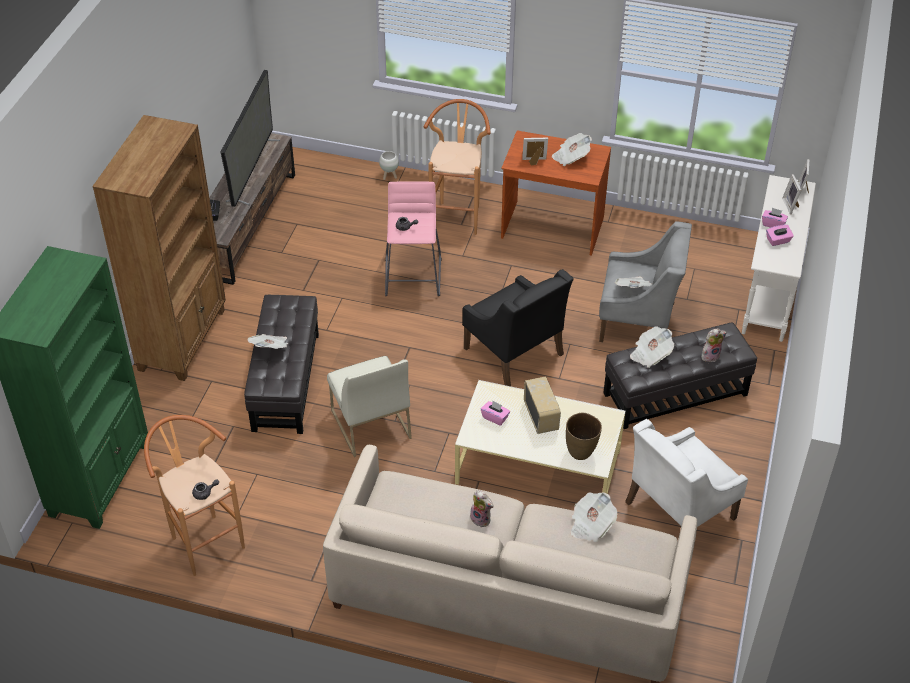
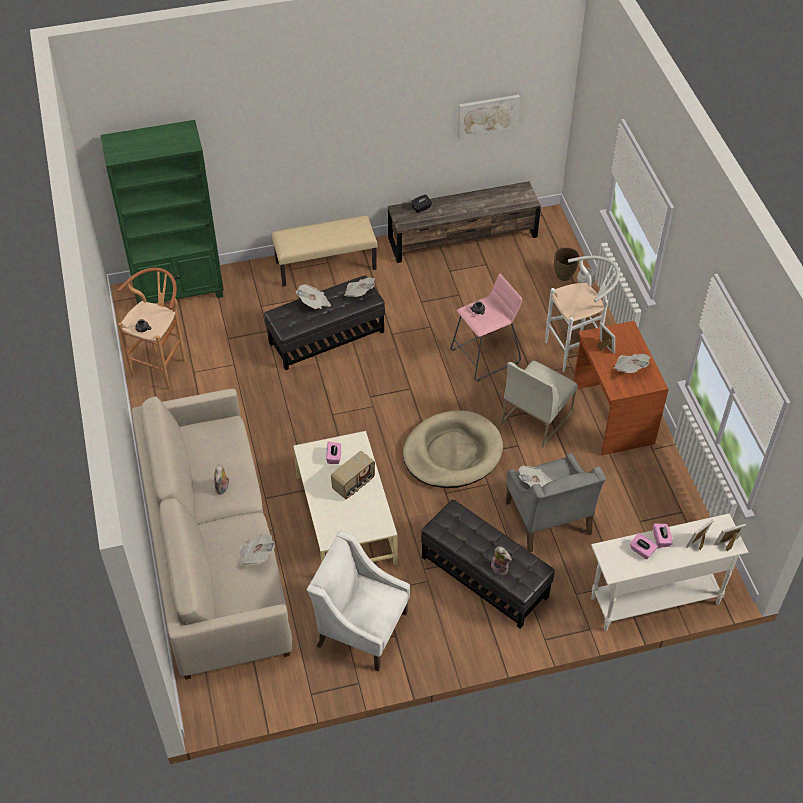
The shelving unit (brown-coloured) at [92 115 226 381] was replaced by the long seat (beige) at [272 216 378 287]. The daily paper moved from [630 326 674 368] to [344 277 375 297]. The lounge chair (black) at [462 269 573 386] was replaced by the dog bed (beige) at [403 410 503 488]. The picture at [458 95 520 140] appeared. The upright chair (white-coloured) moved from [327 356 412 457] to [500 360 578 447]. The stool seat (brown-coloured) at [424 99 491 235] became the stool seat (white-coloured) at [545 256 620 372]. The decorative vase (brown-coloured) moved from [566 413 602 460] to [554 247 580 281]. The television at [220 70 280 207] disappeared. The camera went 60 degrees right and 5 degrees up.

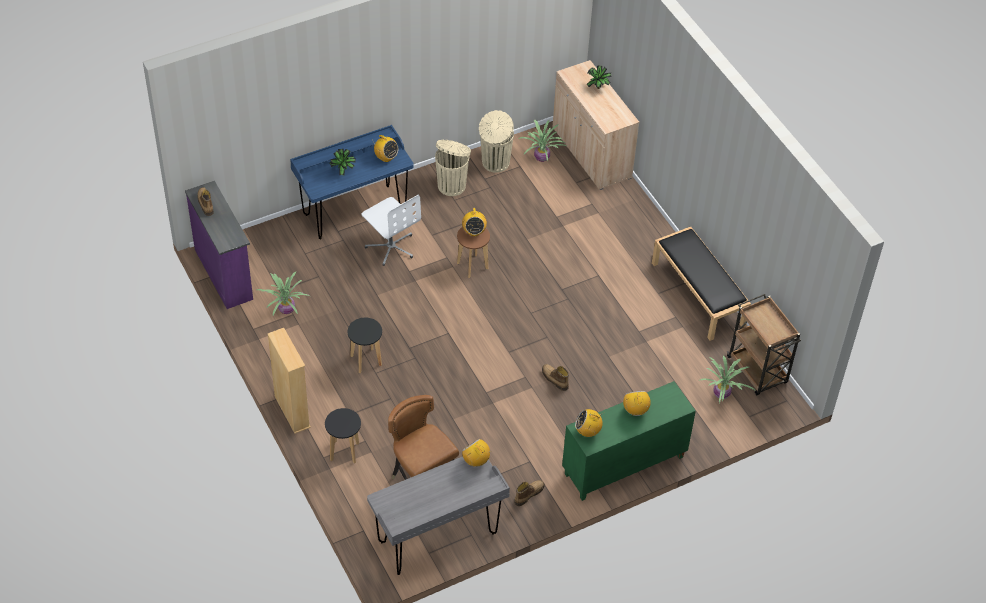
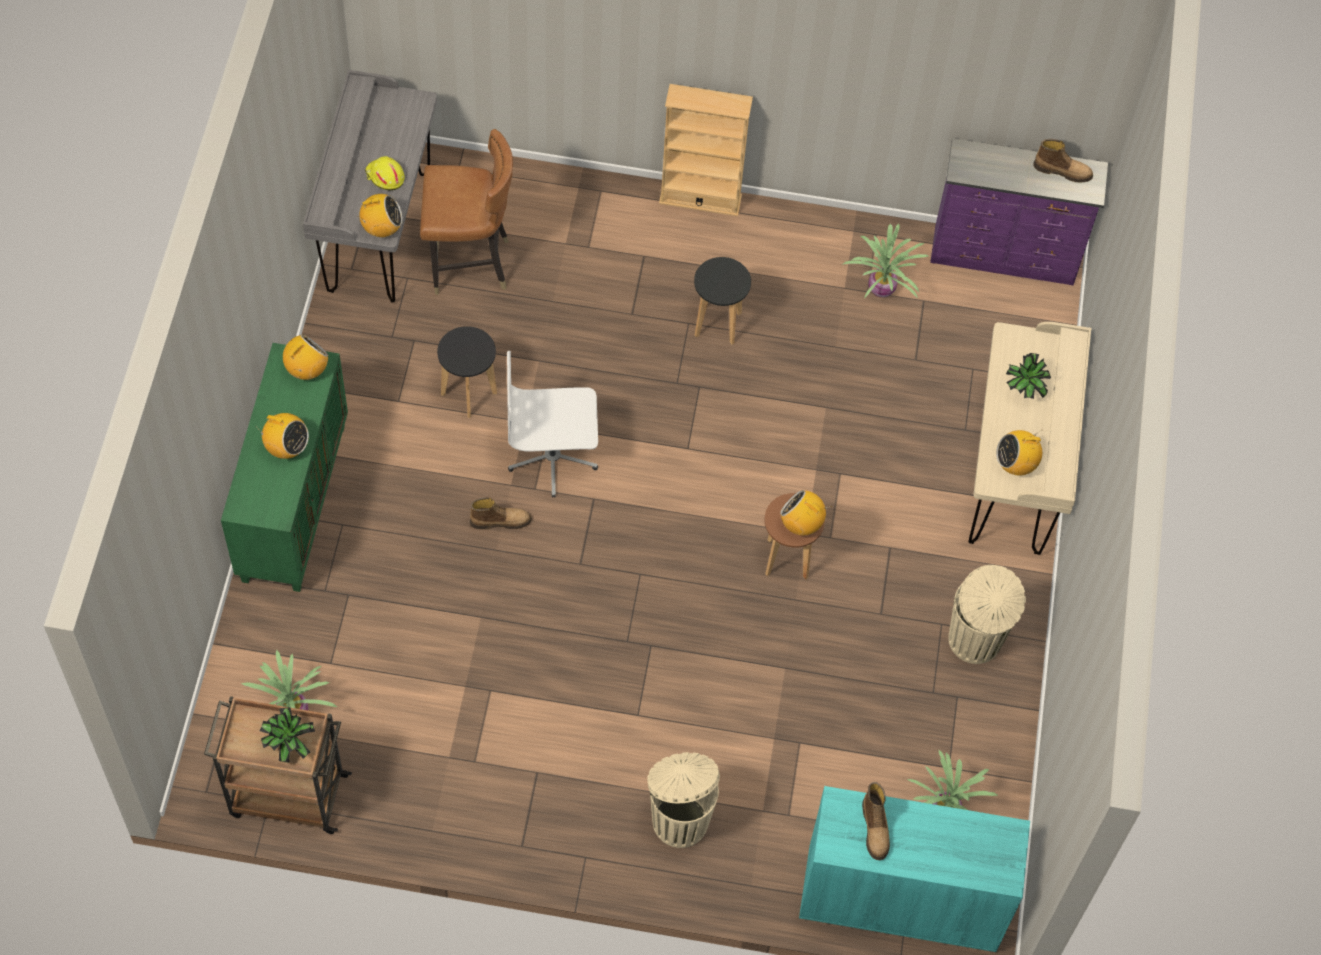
The plant in a pot moved from [587 65 611 89] to [260 707 315 763]. The work helmet (yellow-coloured) at [365 156 405 190] appeared. The stool seat (black) moved from [325 408 361 464] to [437 326 497 418]. The desk chair (white-coloured) moved from [361 195 421 266] to [507 351 598 498]. The trash can (beige) moved from [479 110 514 173] to [647 752 720 848]. The cabinet (beige) at [553 60 639 190] became the cabinet (blue-green) at [799 786 1030 952]. The high-top boot moved from [514 480 545 506] to [862 782 890 860]. The desk unit (blue-coloured) at [290 125 414 239] became the desk unit (beige) at [968 322 1091 555]. The long seat (black) at [652 227 751 341] disappeared. The camera went 125 degrees right and 10 degrees up.

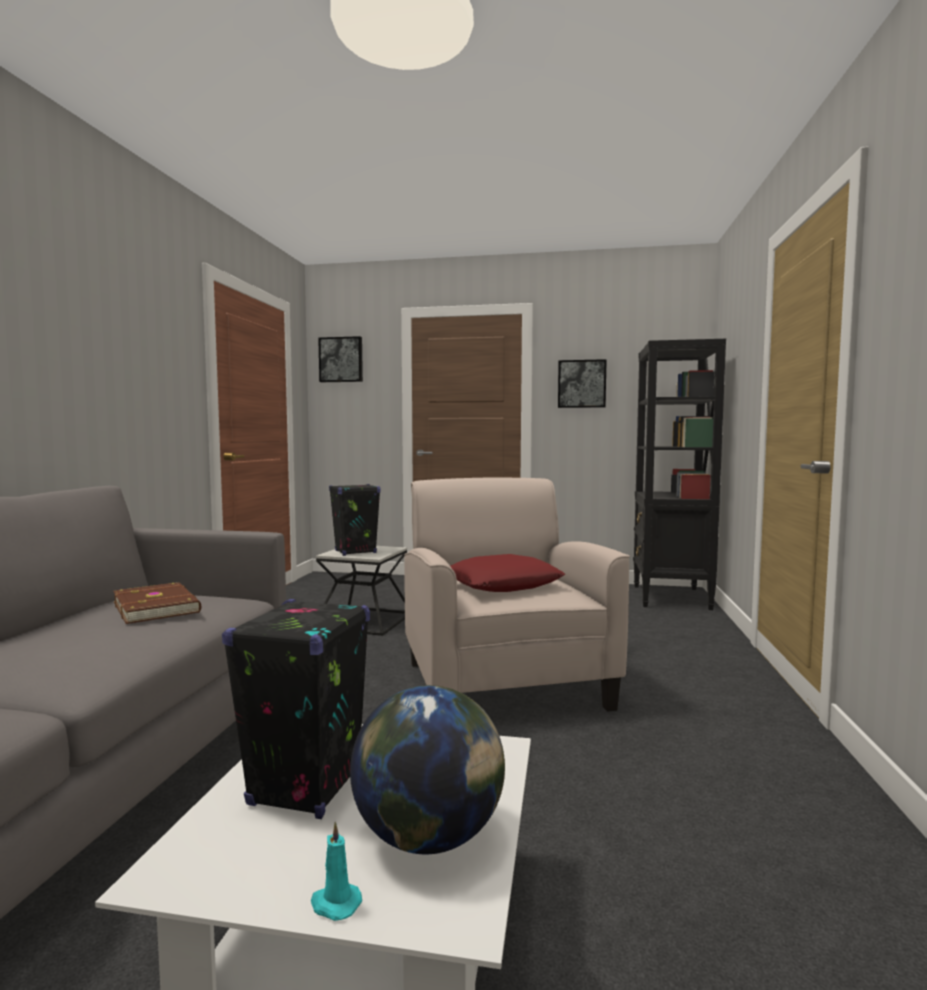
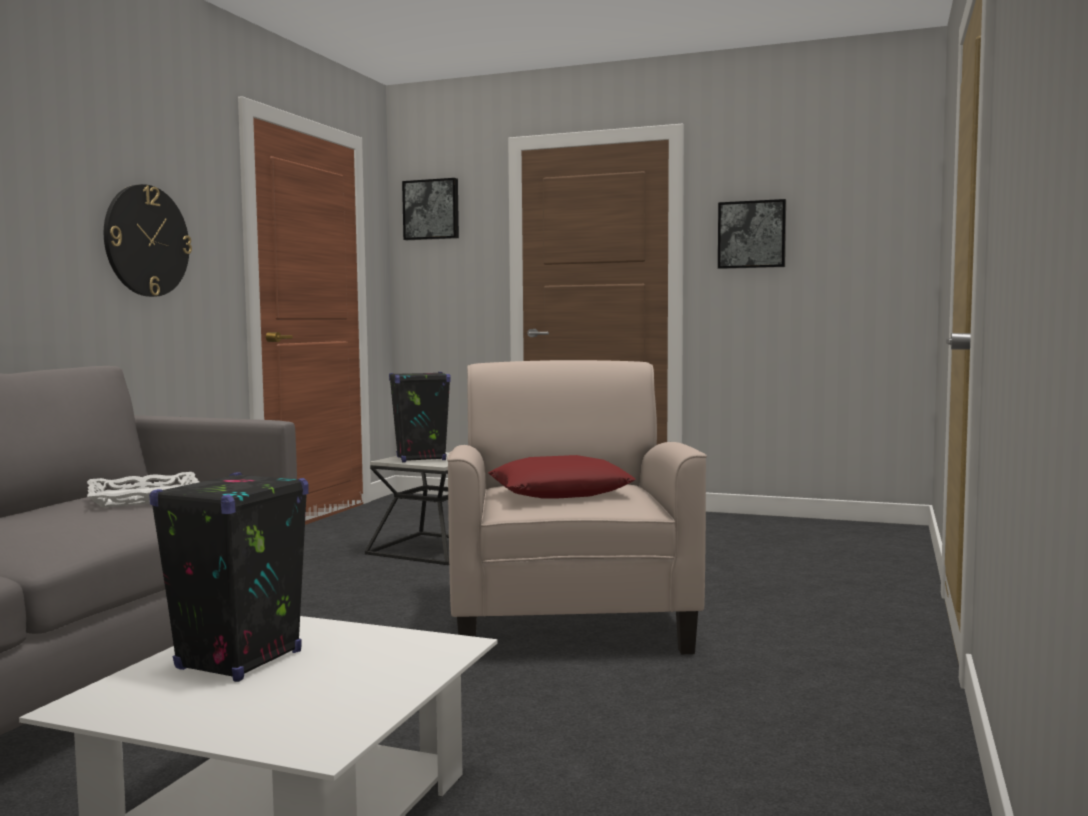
The bound book (brown-coloured) at [113 582 201 624] was replaced by the serving tray (white-coloured) at [87 472 199 508]. The hanging clock at [104 184 192 297] appeared. The wax light (blue-green) at [311 822 362 921] disappeared. The globe at [350 685 505 854] disappeared. The shelving unit (black) at [633 339 726 610] disappeared. The camera went 10 degrees right and 0 degrees up.

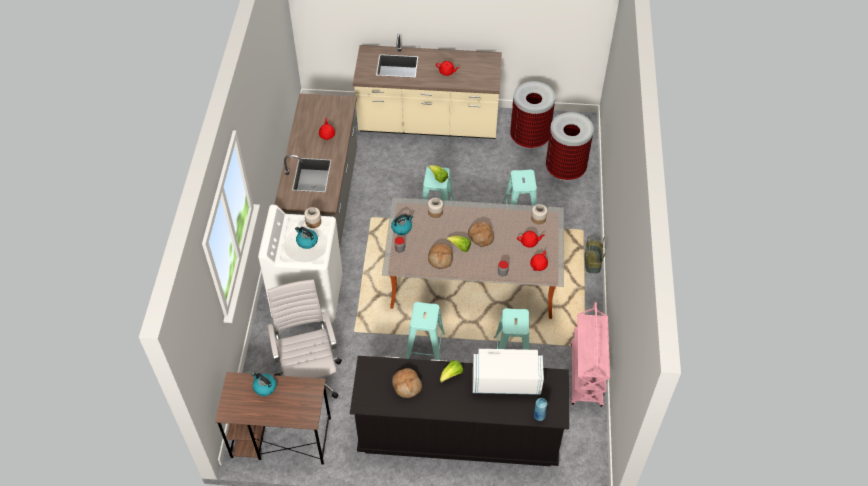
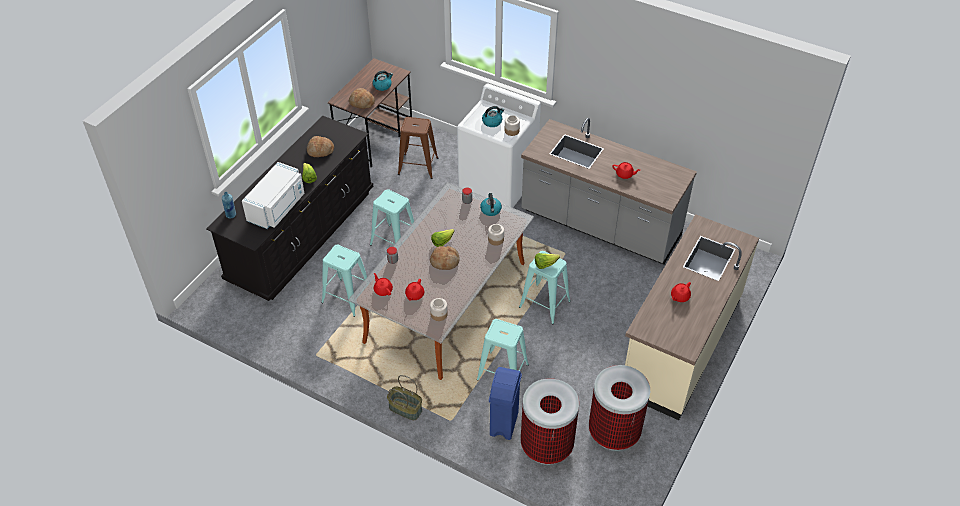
The bakery bread moved from [428 243 453 269] to [349 88 375 109]. The desk chair (white-coloured) at [267 279 342 398] was replaced by the stool seat (brown-coloured) at [398 117 438 179]. The trash can (blue-coloured) at [489 367 522 440] appeared. The wheeled cart (pink-coloured) at [571 302 610 407] disappeared. The camera went 115 degrees right and 5 degrees down.

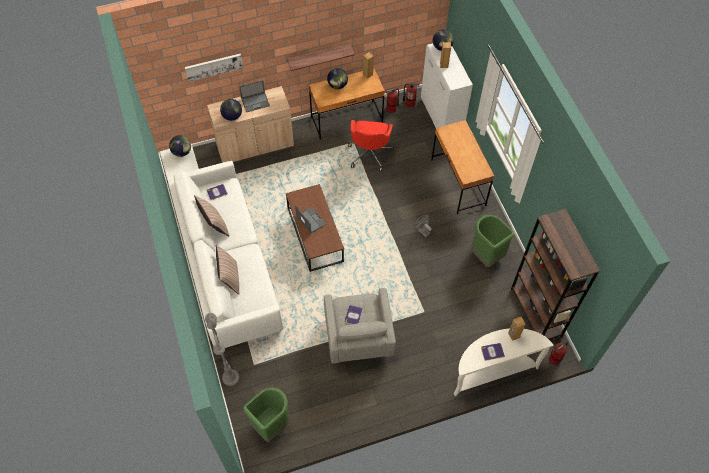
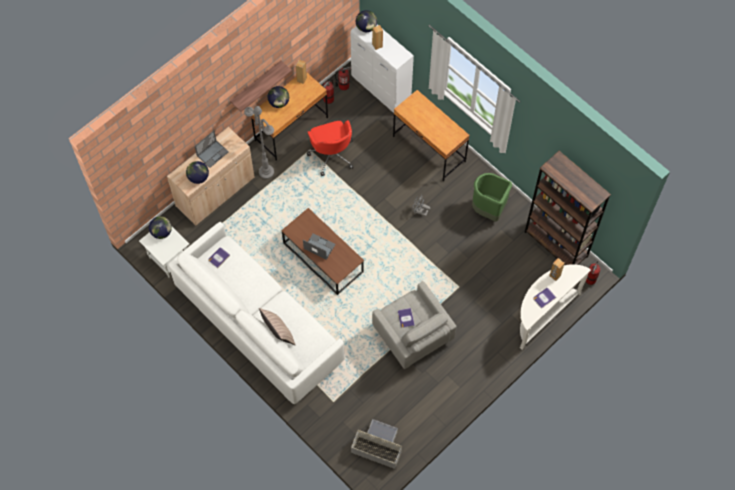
The standard lamp (grey) moved from [205 313 239 386] to [244 106 274 179]. The trash can (green) at [243 388 289 442] was replaced by the storage bin (grey) at [351 419 402 469]. The picture at [185 54 243 82] disappeared. The cushion at [194 195 230 236] disappeared. The camera went 25 degrees left and 5 degrees up.

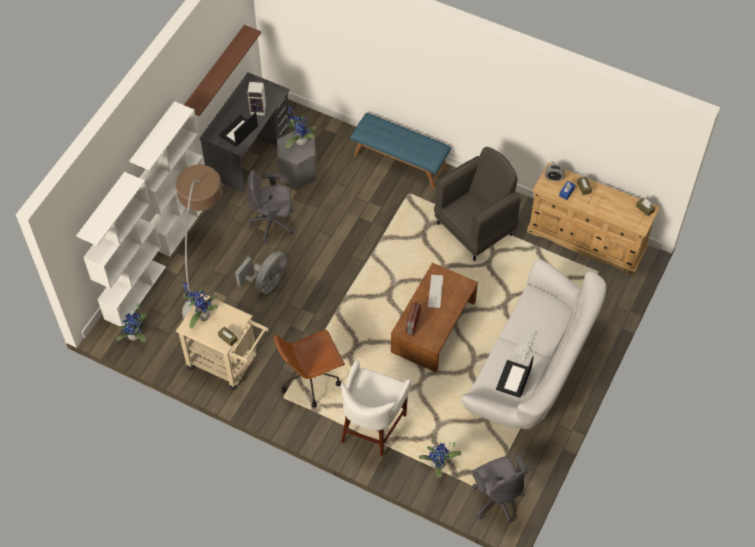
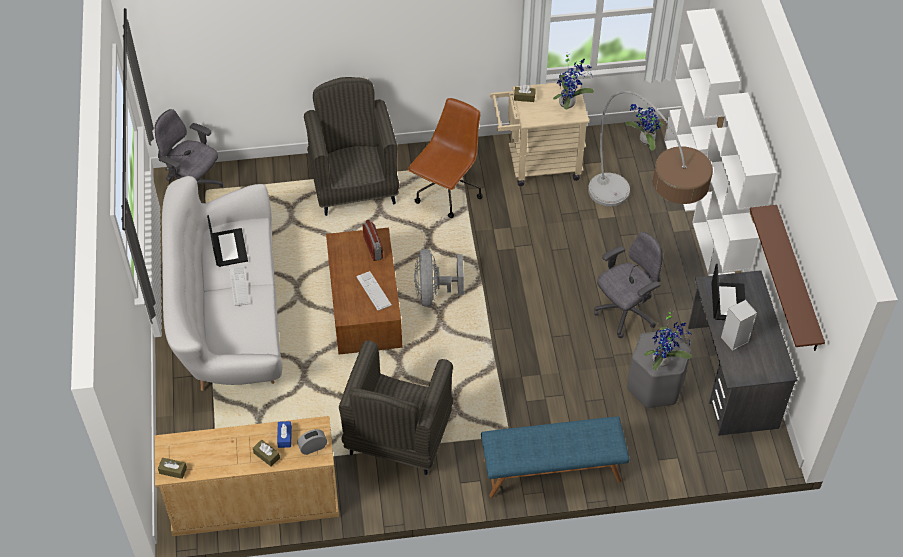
The stool seat (white-coloured) at [341 360 411 457] was replaced by the lounge chair (grey) at [304 77 399 216]. The electric fan (grey) moved from [235 251 287 294] to [414 249 464 307]. The plant in a pot at [419 442 461 477] disappeared. The camera went 145 degrees right and 5 degrees down.

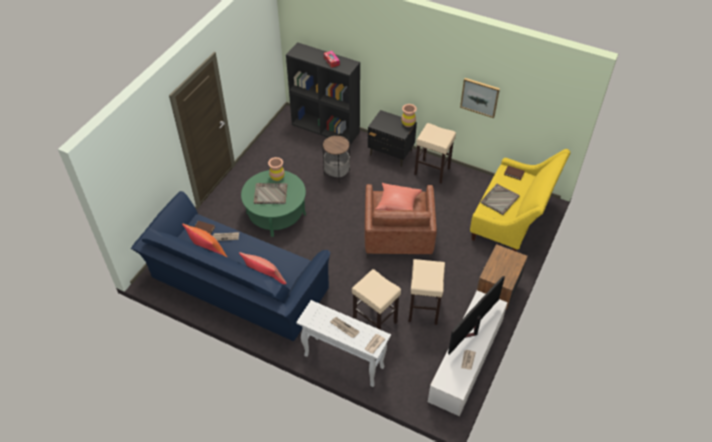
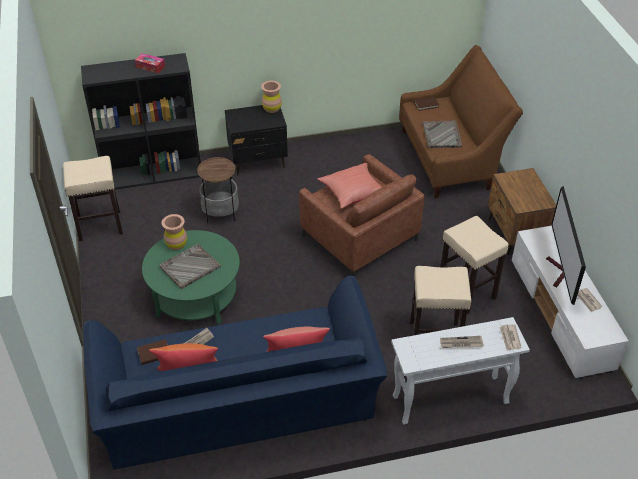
The stool seat (beige) moved from [414 123 456 184] to [63 156 123 241]. The sofa (yellow-coloured) at [470 149 570 252] became the sofa (brown-coloured) at [399 45 523 198]. The picture at [460 78 500 118] disappeared. The camera went 40 degrees left and 5 degrees down.

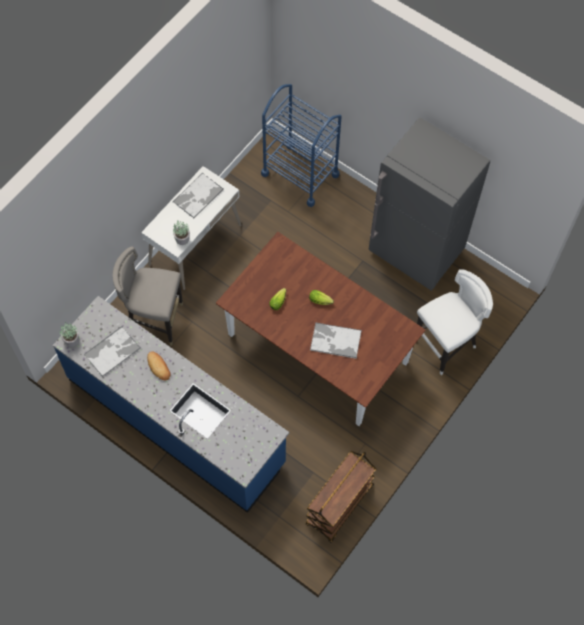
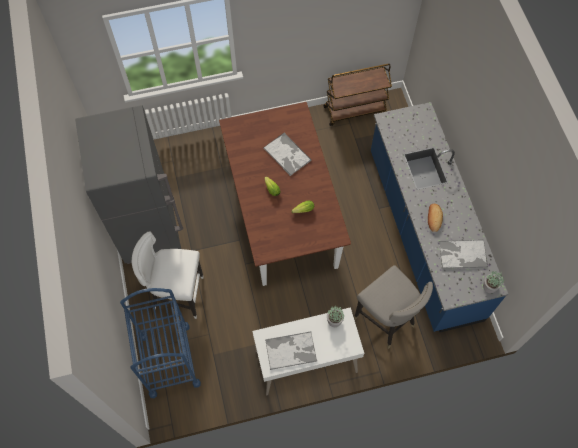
The stool seat (white-coloured) moved from [417 269 493 375] to [132 231 204 319]. The camera went 140 degrees left and 0 degrees up.

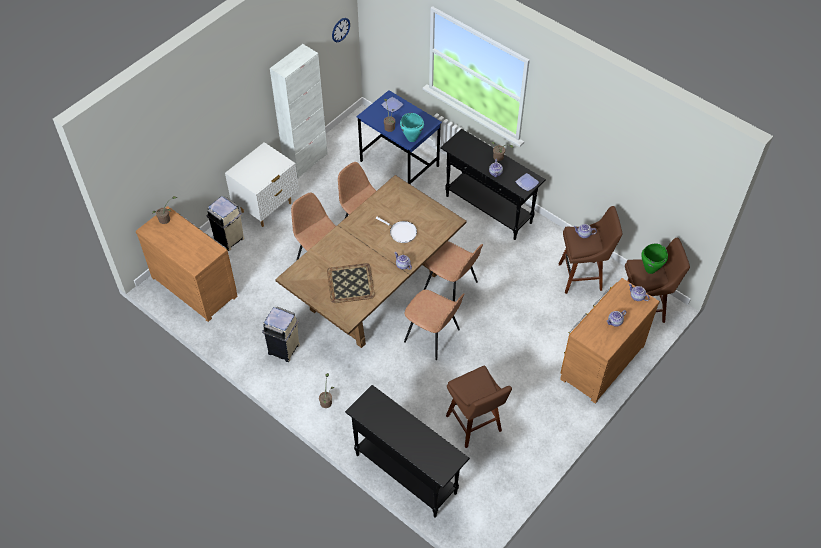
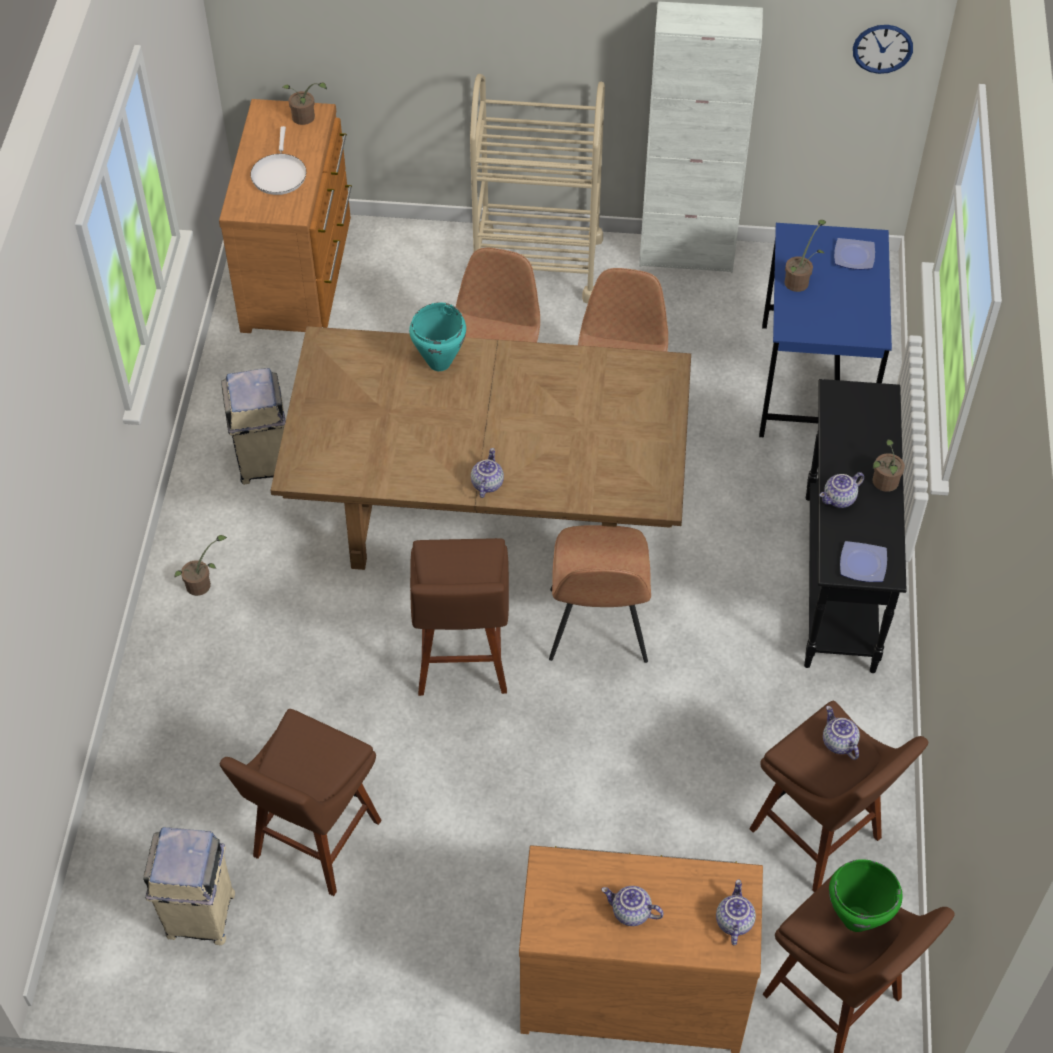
The trash can (beige) moved from [207 196 245 251] to [143 827 235 945]. The skillet (white-coloured) moved from [376 217 417 243] to [250 126 306 195]. The stockpot (blue-green) moved from [400 113 424 142] to [409 302 466 371]. The upright chair (brown-coloured) at [404 290 465 360] was replaced by the stool seat (brown-coloured) at [410 538 509 696]. The night table (white-coloured) at [225 142 299 227] was replaced by the wheeled cart (beige) at [470 74 605 304]. The serving tray at [327 263 375 303] disappeared. The hall table (black) at [345 385 470 518] disappeared. The camera went 55 degrees right and 0 degrees up.

